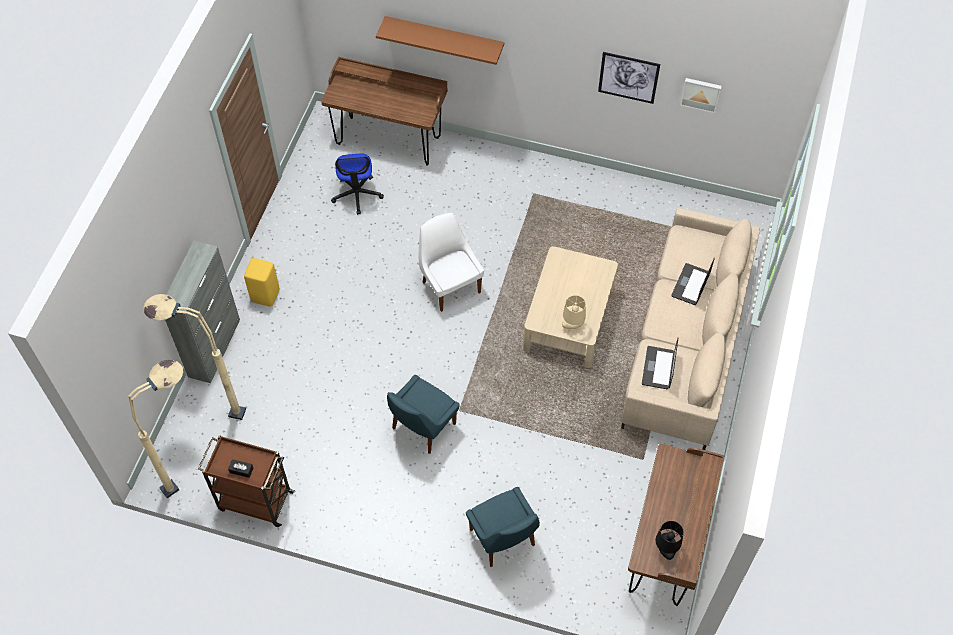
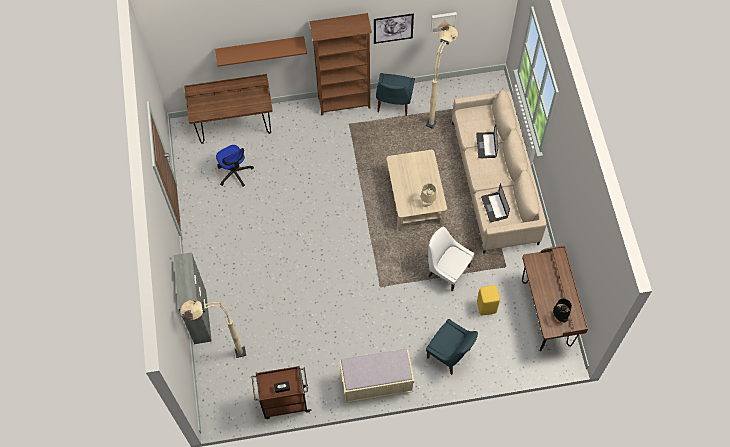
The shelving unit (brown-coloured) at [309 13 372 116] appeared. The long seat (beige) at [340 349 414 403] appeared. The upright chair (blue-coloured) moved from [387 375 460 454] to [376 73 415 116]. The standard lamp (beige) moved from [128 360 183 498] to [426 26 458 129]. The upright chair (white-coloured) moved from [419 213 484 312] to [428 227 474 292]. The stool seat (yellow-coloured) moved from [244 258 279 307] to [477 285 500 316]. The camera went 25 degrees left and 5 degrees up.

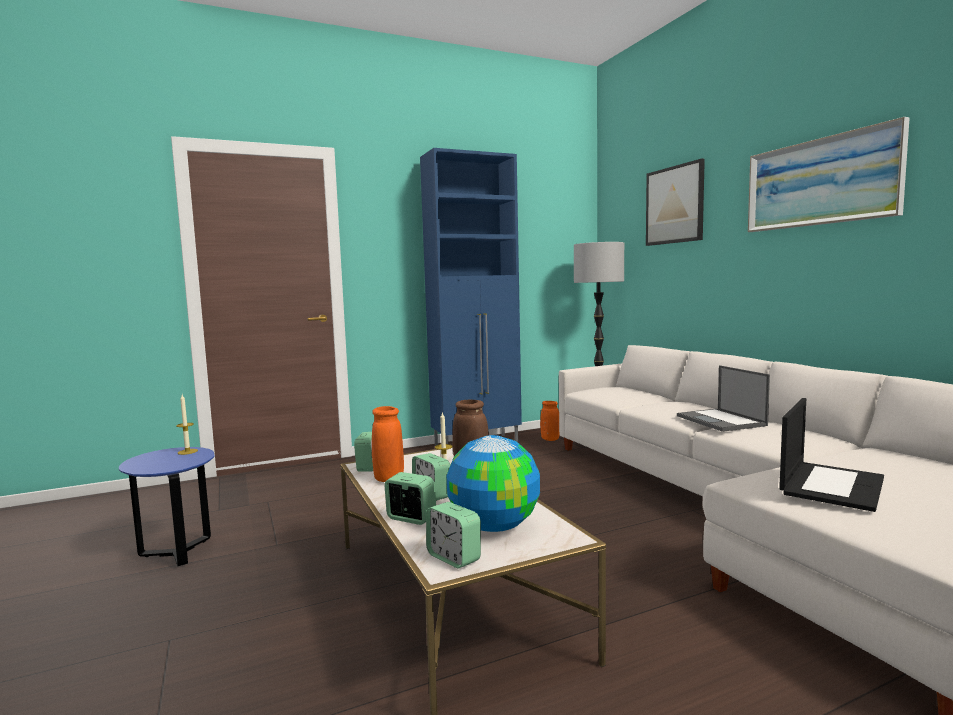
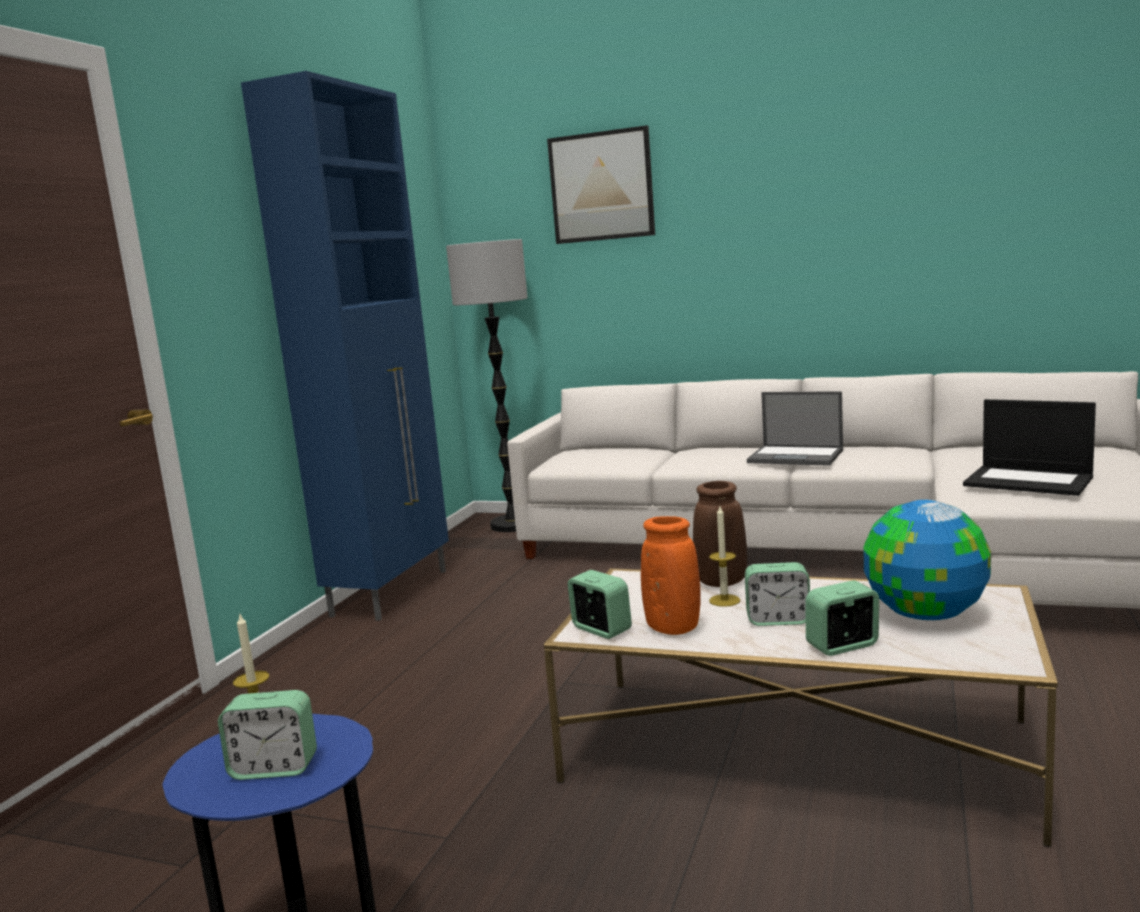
The table clock moved from [426 502 481 568] to [218 690 317 780]. The portable computer at [779 398 884 512] turned 135 degrees clockwise. The decorative vase (orangey) at [540 401 559 441] disappeared. The picture at [748 117 910 232] disappeared. The camera went 45 degrees left and 5 degrees up.

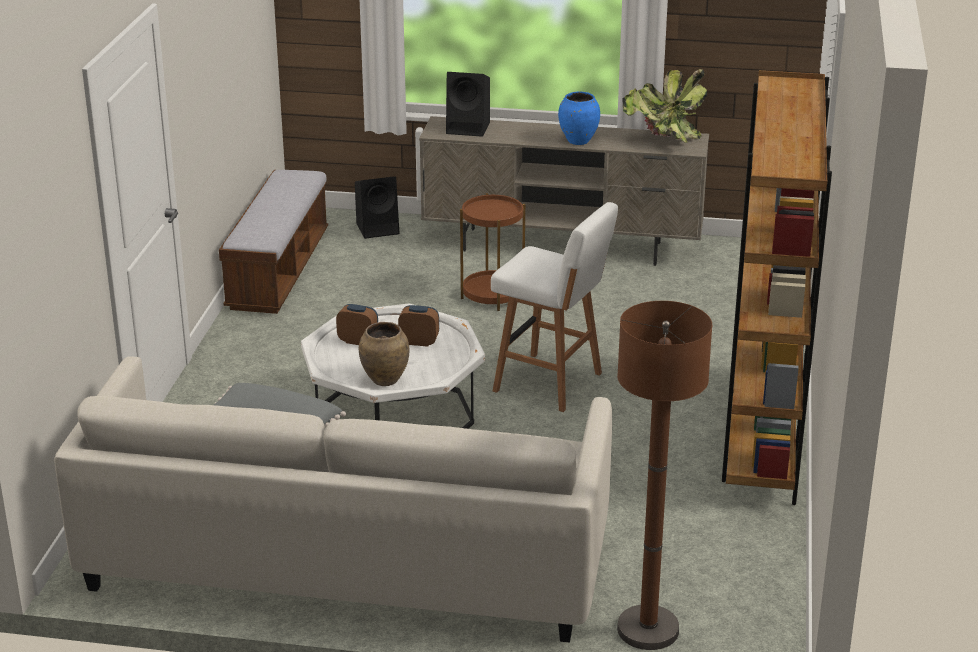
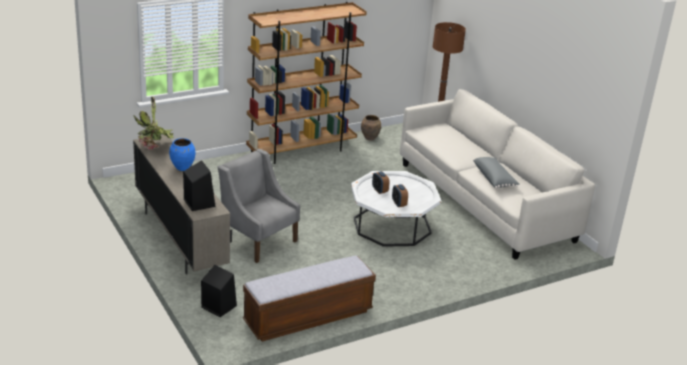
The accent table (brown-coloured) at [460 193 525 311] was replaced by the lounge chair (grey) at [217 149 300 263]. The decorative vase (brown-coloured) moved from [359 322 410 386] to [361 115 381 141]. The stool seat (white-coloured) at [491 202 618 412] disappeared. The camera went 130 degrees left and 0 degrees up.

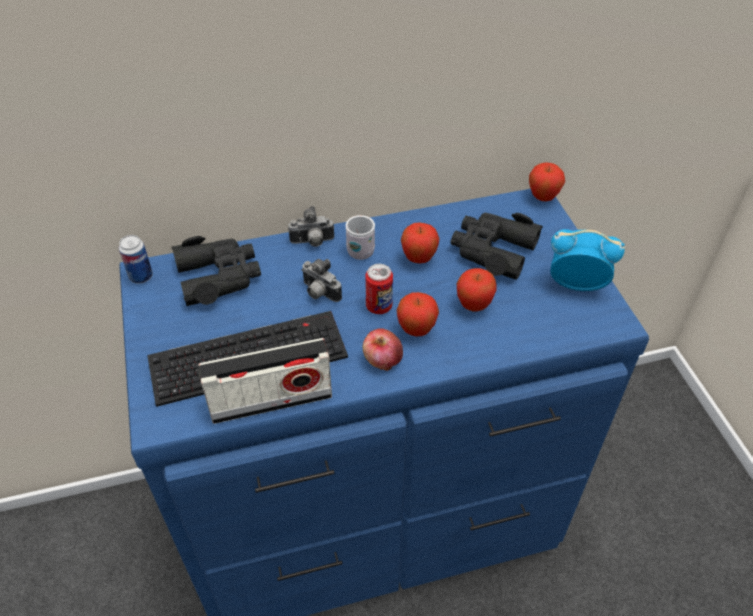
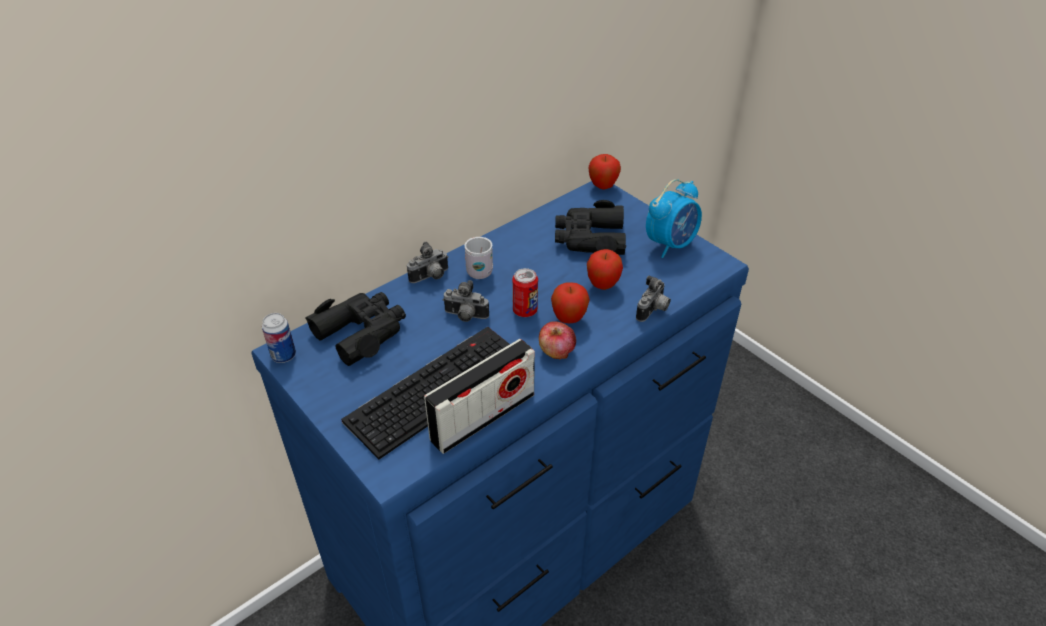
The still camera at [636 275 671 322] appeared. The table clock at [550 229 625 291] turned 150 degrees clockwise. The apple at [401 222 440 264] disappeared. The camera went 25 degrees left and 5 degrees down.

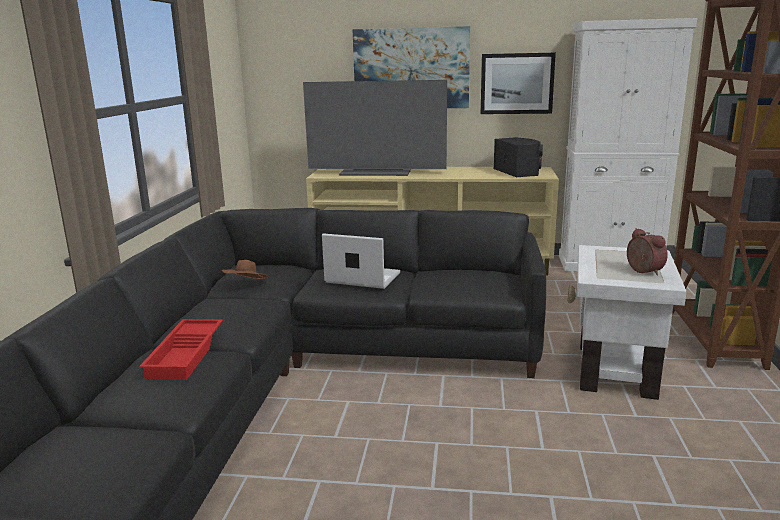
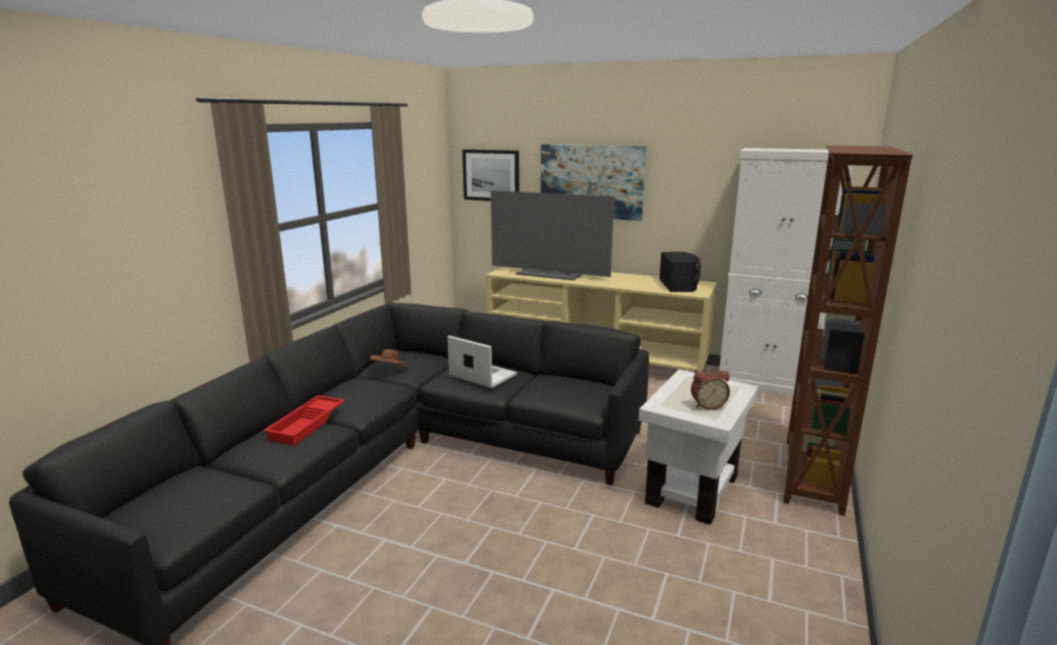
The picture moved from [481 53 556 114] to [462 149 519 201]. The table clock at [627 228 668 276] turned 90 degrees clockwise. The camera went 15 degrees right and 0 degrees up.

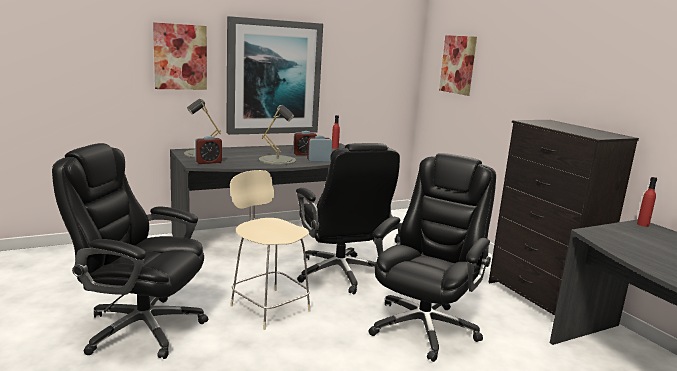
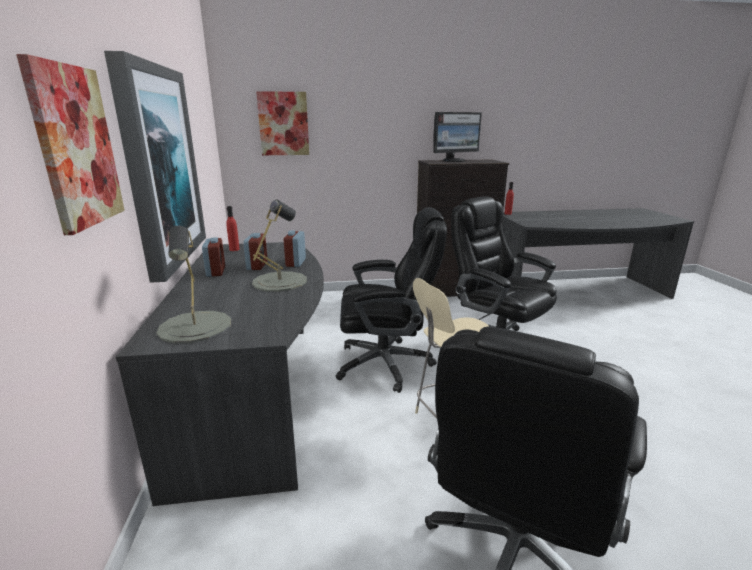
The table clock moved from [195 136 222 164] to [202 237 225 277]. The computer screen at [433 112 482 162] appeared. The camera went 70 degrees left and 5 degrees up.

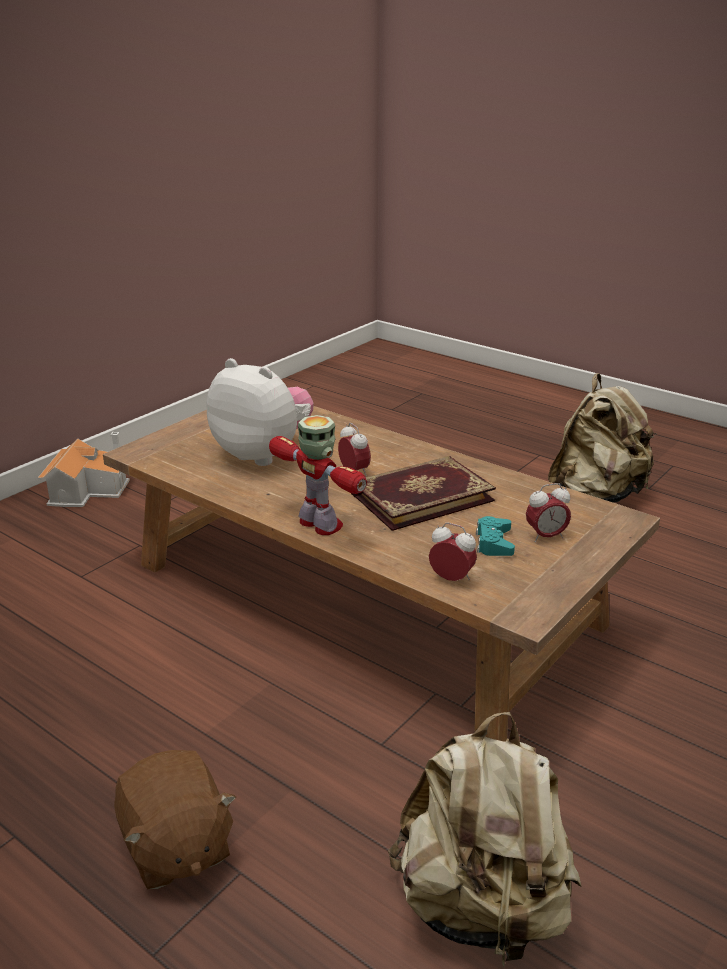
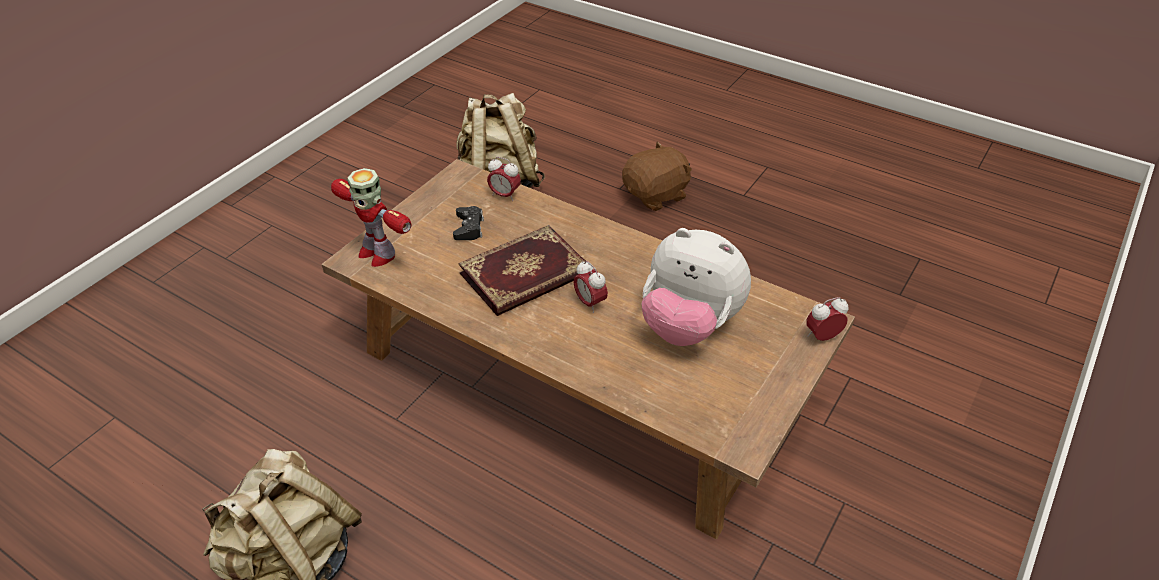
The toy robot moved from [269 415 367 535] to [331 168 411 267]. The joypad (blue-green) at [476 516 515 556] became the joypad (black) at [453 206 484 240]. The soft toy (brown-coloured) at [114 750 236 889] turned 90 degrees clockwise. The table clock moved from [526 483 571 542] to [806 297 848 341]. The toy house at [38 432 130 507] disappeared. The camera went 175 degrees right and 15 degrees up.

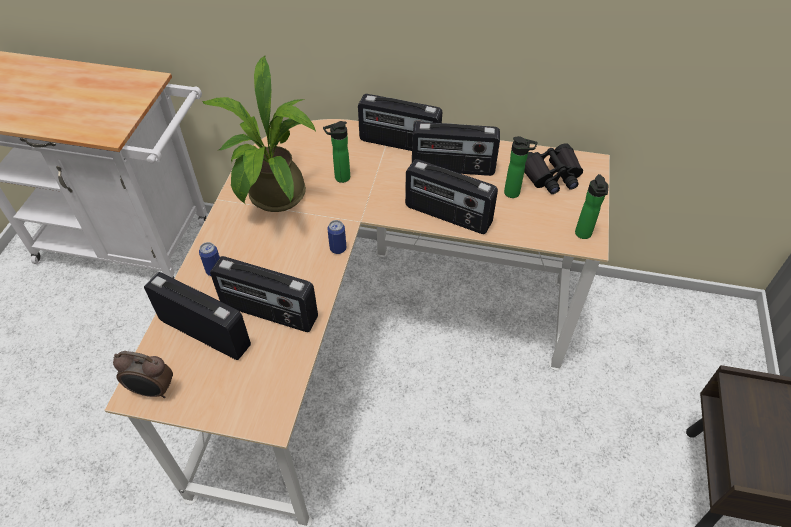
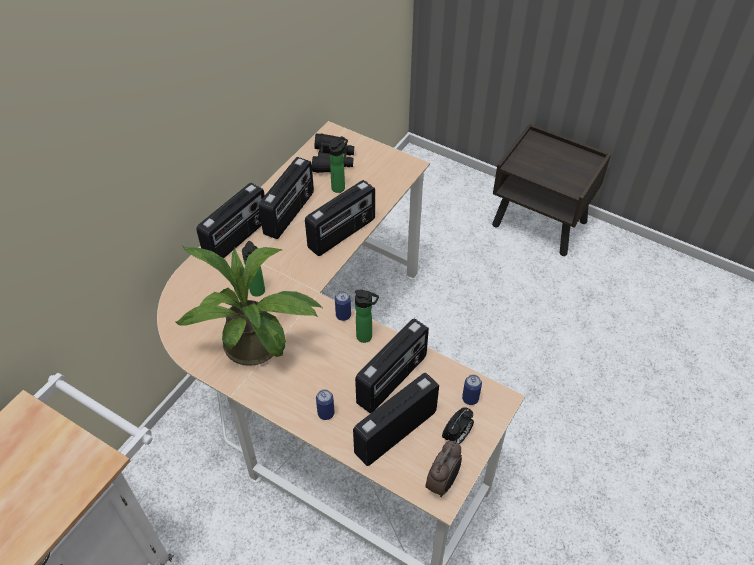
The bottle moved from [575 174 609 239] to [355 289 379 343]. The table clock at [442 407 474 444] appeared. The metal can at [462 374 482 405] appeared. The camera went 70 degrees left and 0 degrees up.

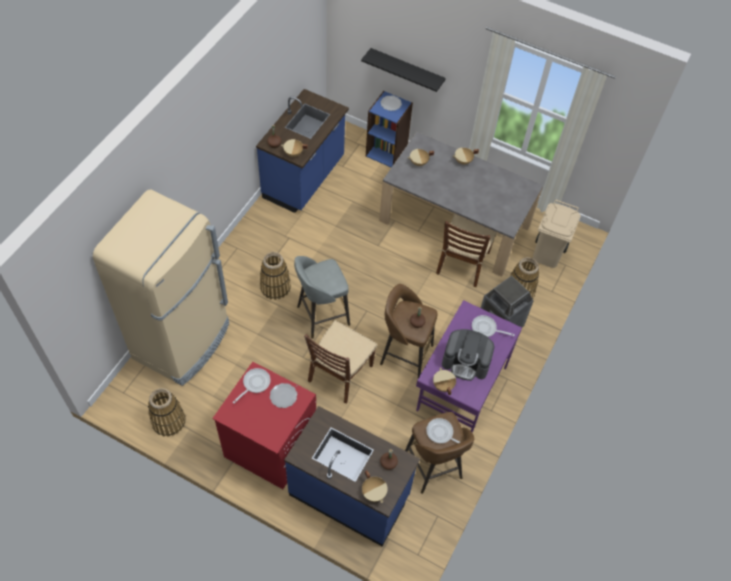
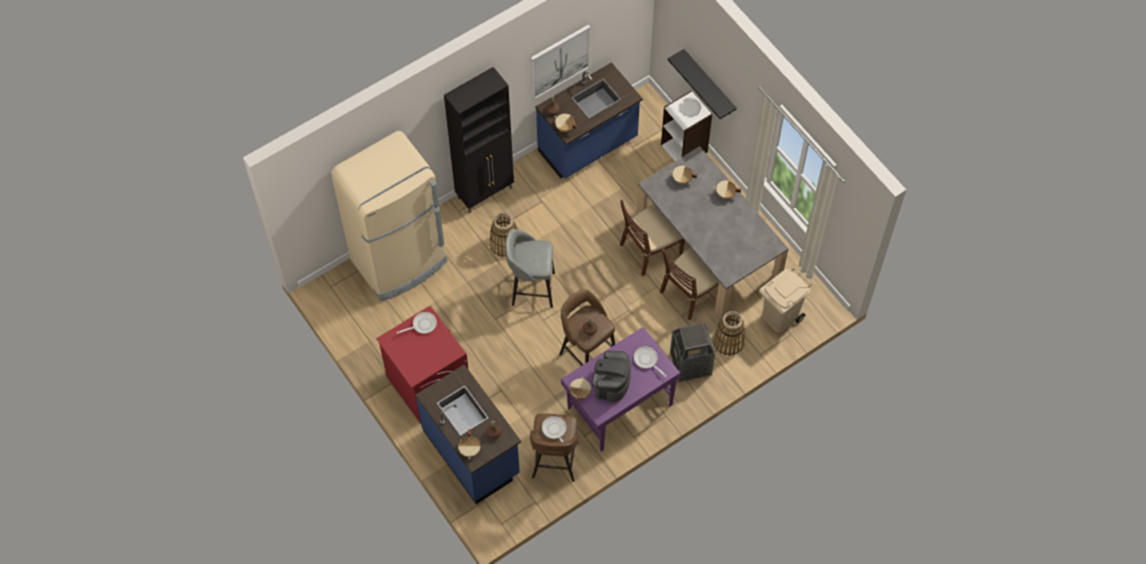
The cabinet (black) at [444 67 514 213] appeared. The picture at [531 25 590 100] appeared. The coffee brewer at [442 329 494 381] turned 60 degrees clockwise. The upright chair (brown-coloured) moved from [304 320 377 403] to [620 200 685 276]. The shelving unit (blue-coloured) at [366 91 413 167] became the shelving unit (white-coloured) at [661 91 712 161]. The household basket at [148 388 186 437] disappeared. The dinner plate at [270 383 297 408] disappeared. The camera went 30 degrees right and 5 degrees up.

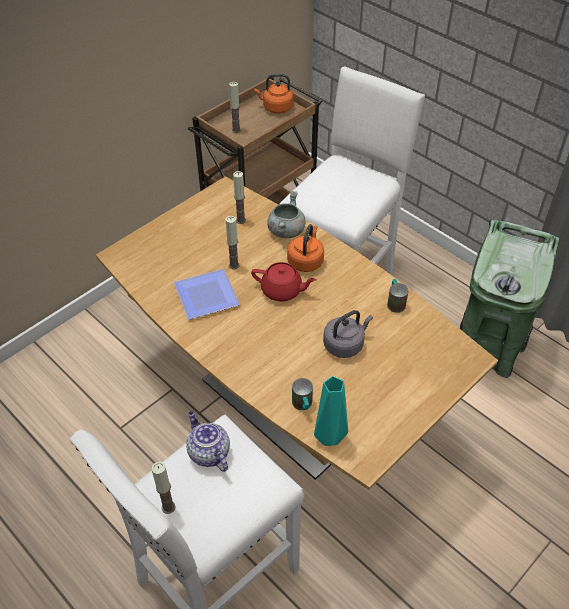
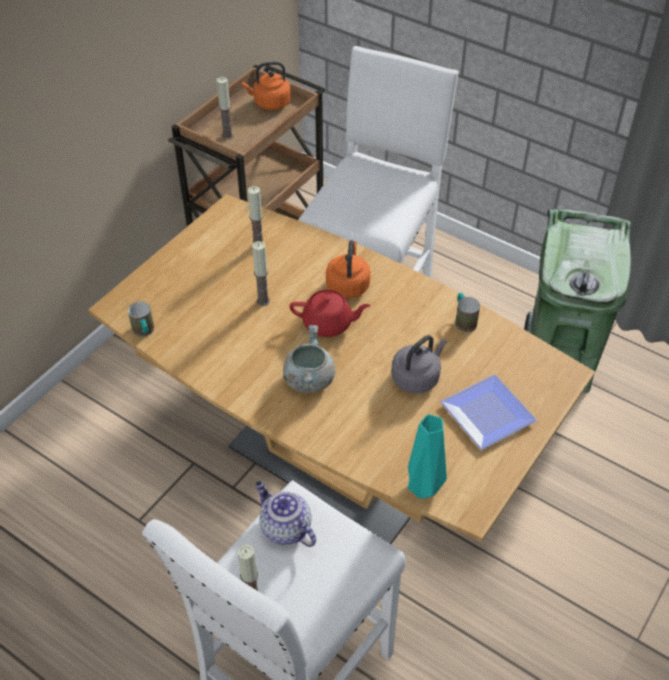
The tea mug moved from [292 378 313 410] to [128 301 154 337]. The stockpot (grey) moved from [267 191 306 238] to [283 325 335 393]. The dinner plate moved from [174 269 240 319] to [440 374 537 450]. The camera went 10 degrees left and 0 degrees up.

